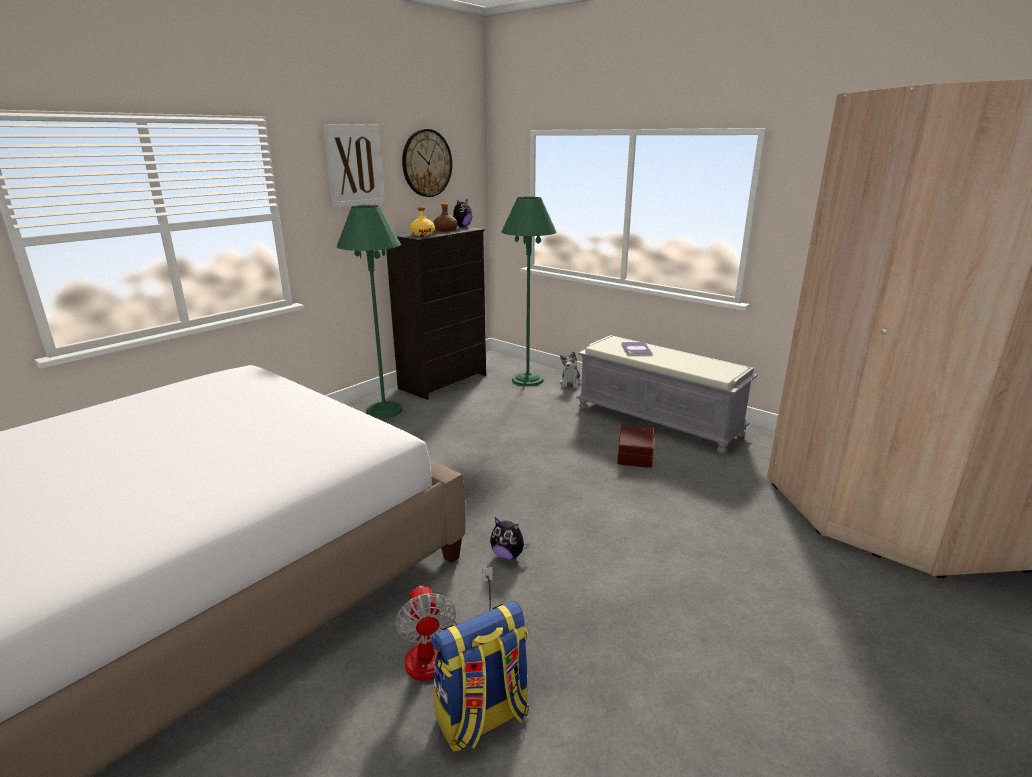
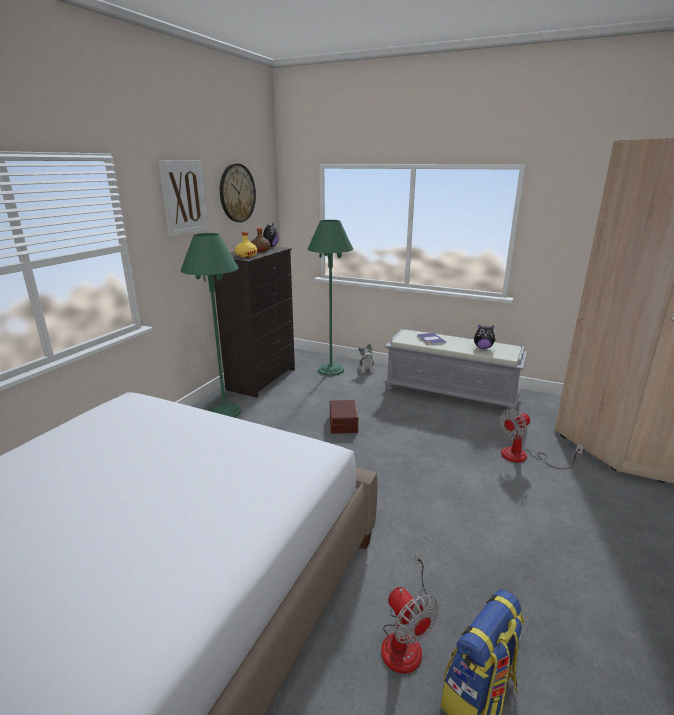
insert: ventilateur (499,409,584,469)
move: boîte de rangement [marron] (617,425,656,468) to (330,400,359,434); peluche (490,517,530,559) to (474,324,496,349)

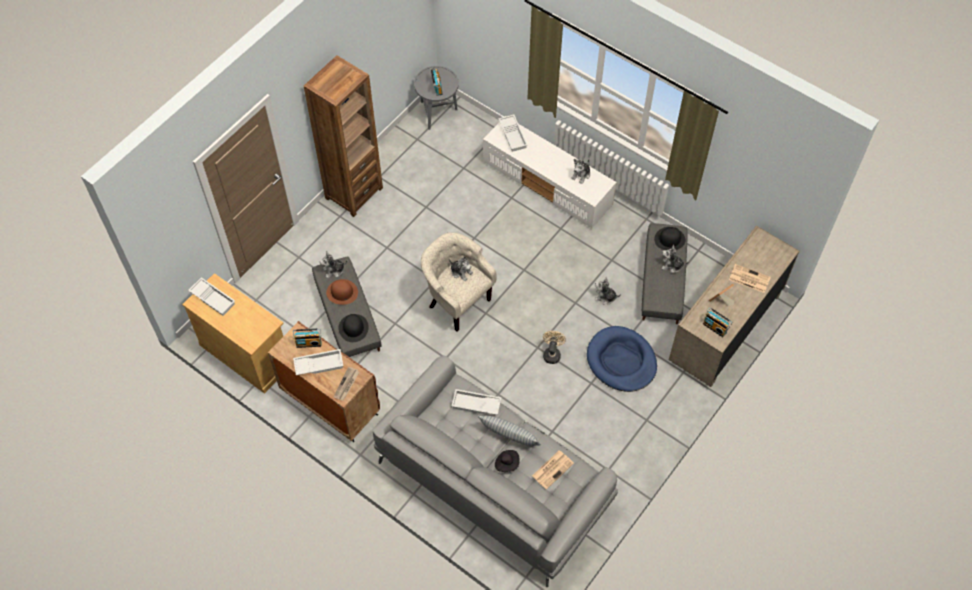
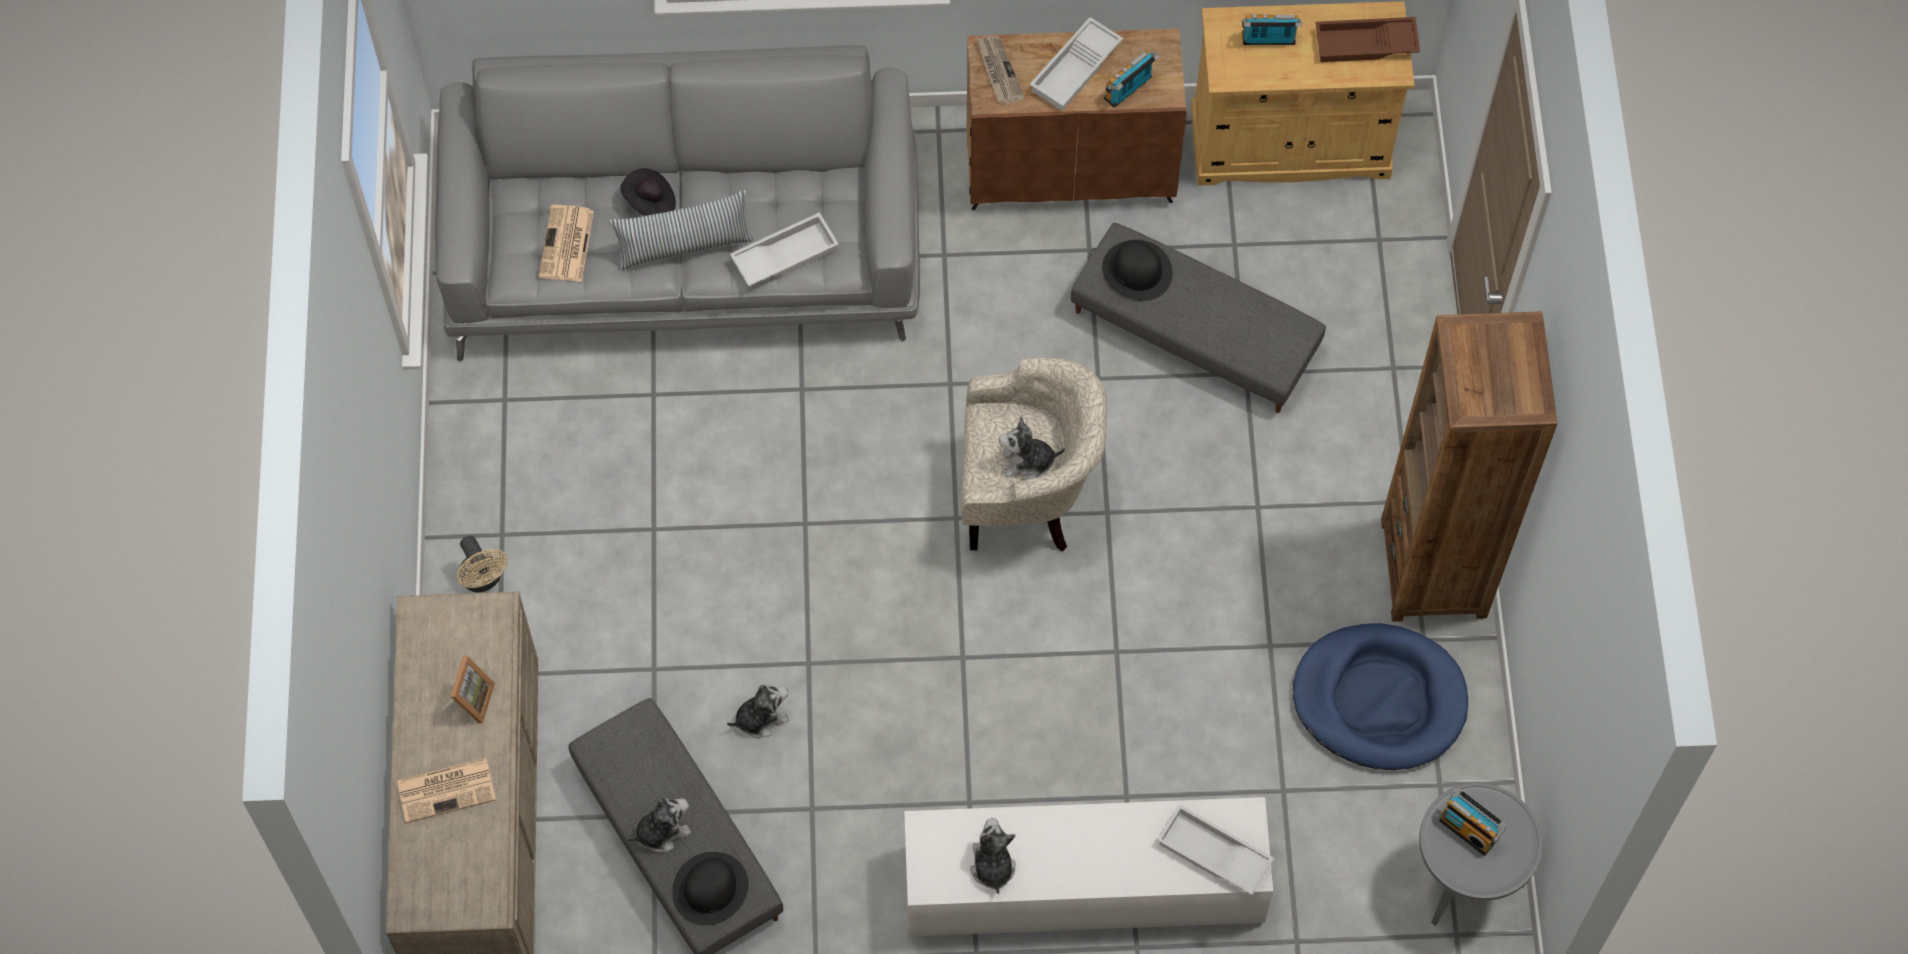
delete: peluche (319,251,347,278); chapeau [marron] (326,279,358,305)
move: radio (703,307,732,337) to (1242,14,1302,45); panier pour chien [bleu] (587,326,657,392) to (1293,623,1468,770); ventilateur [beige] (543,331,566,364) to (457,536,508,592)
recolor: plateau [blanc] (188,277,235,316) to plateau [marron] (1316,17,1420,62)

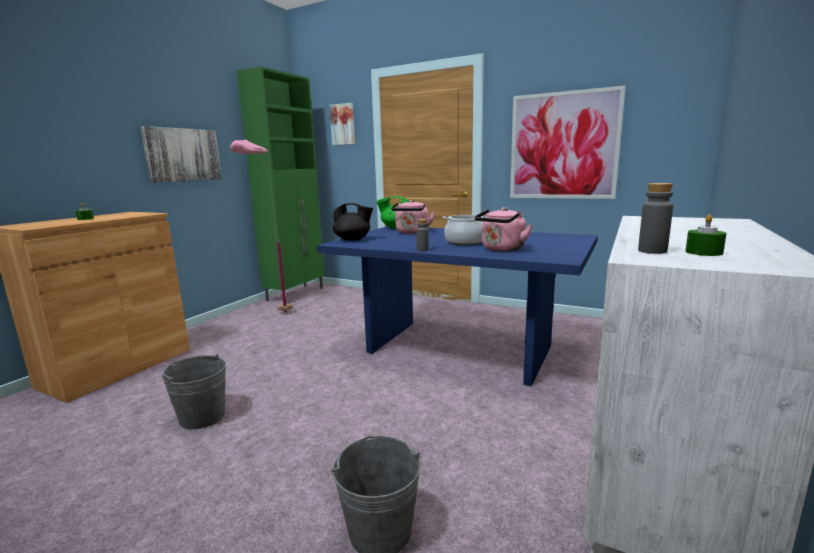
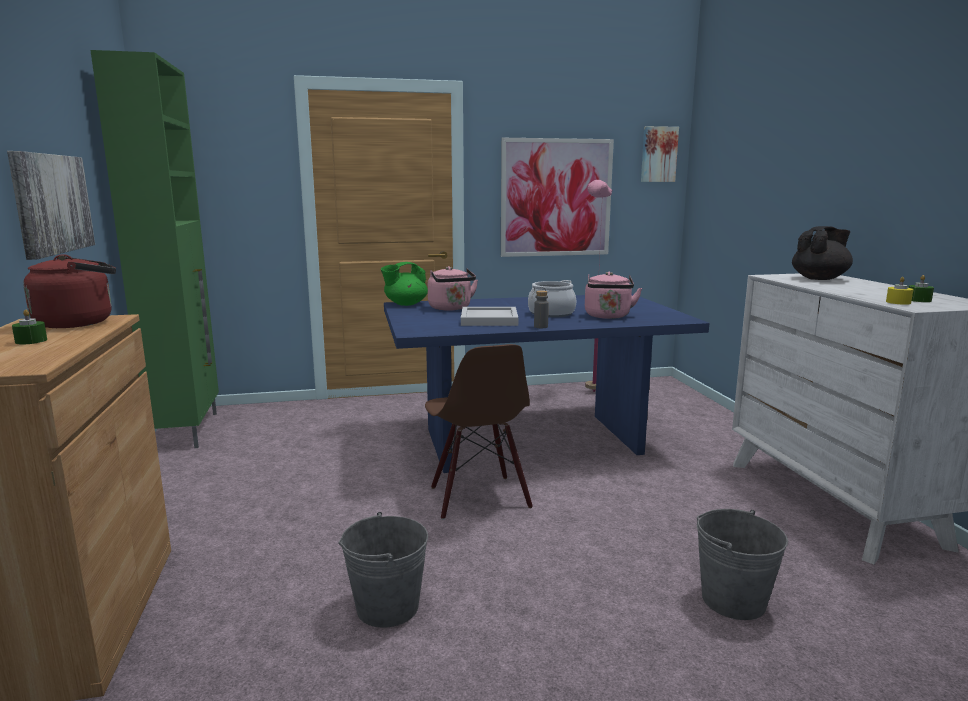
insert: bouilloire [rouge] (23,254,116,328); plateau [blanc] (461,307,518,326); chaise [marron] (425,344,533,520)
move: tableau (329,103,355,145) to (641,126,679,182); lampadaire [rose] (230,140,293,313) to (585,180,612,392); théière [noir] (333,203,373,241) to (792,226,853,280)
replace: bouteille [gris] (638,183,673,254) to bougie [jaune] (886,277,913,305)

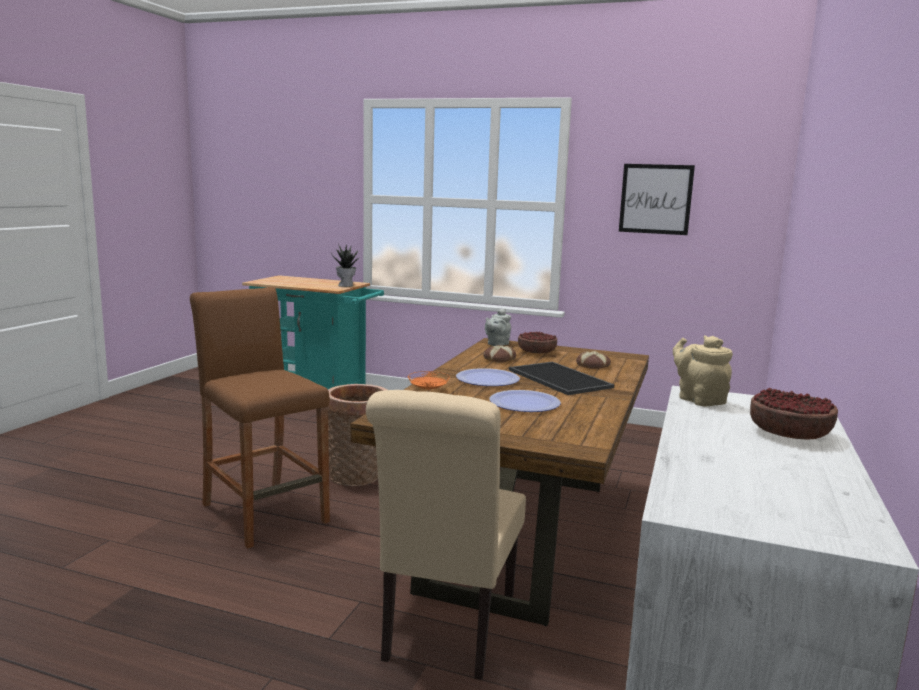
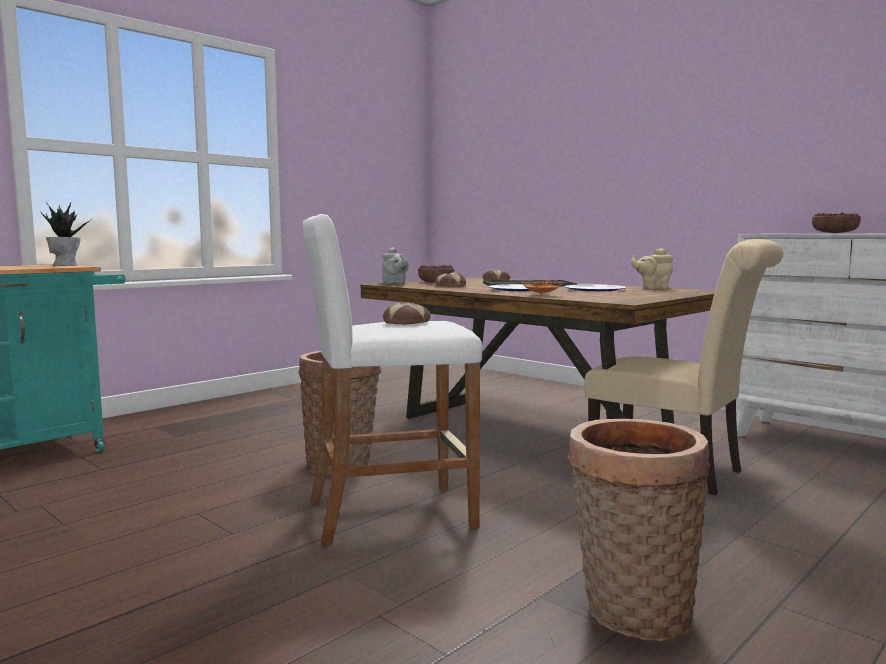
delete: tableau (619,164,695,235)
insert: pain (383,302,431,325); panier (568,419,710,641)
move: théière [beige] (673,336,733,406) to (631,248,673,289)
recolor: tabouret [marron] (190,287,330,548) to tabouret [blanc] (303,214,482,546)

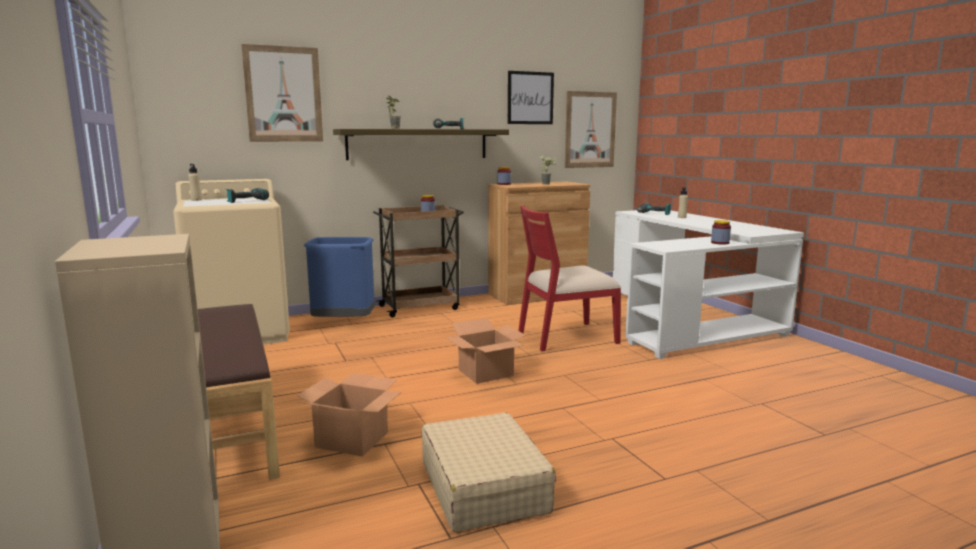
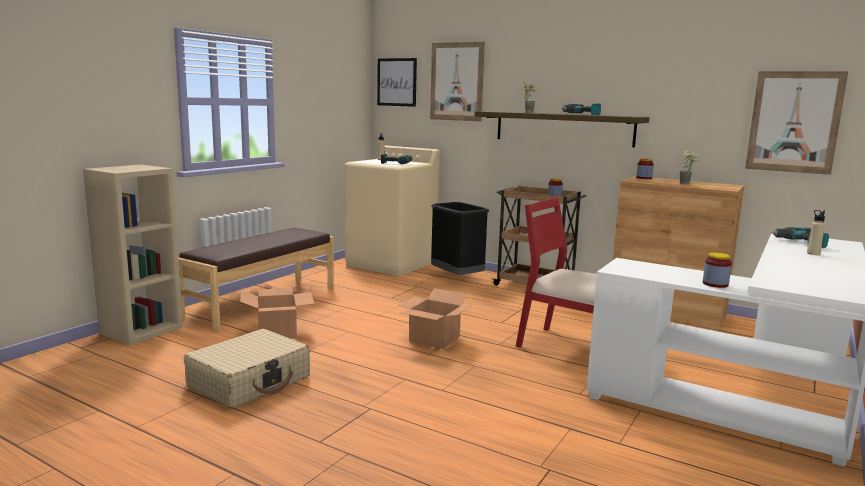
move: tableau (508,71,554,124) to (377,58,417,107)
recolor: poubelle [bleu] (304,237,375,317) to poubelle [noir] (431,202,489,275)

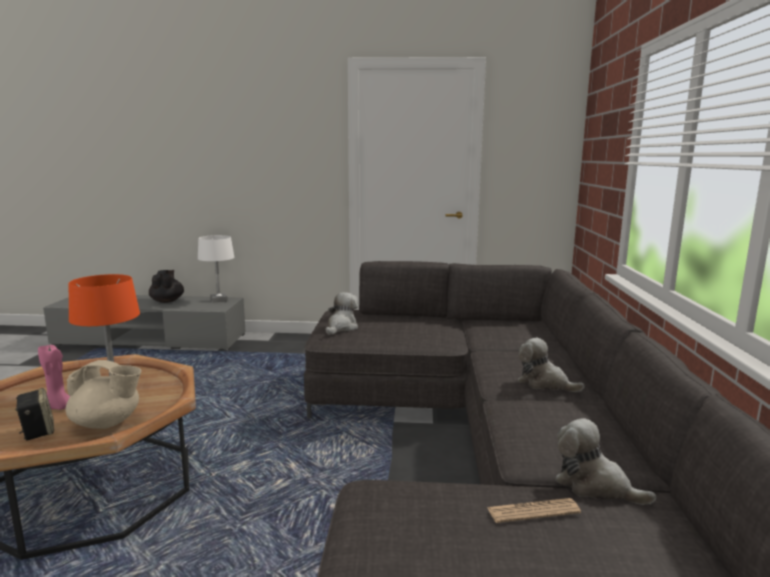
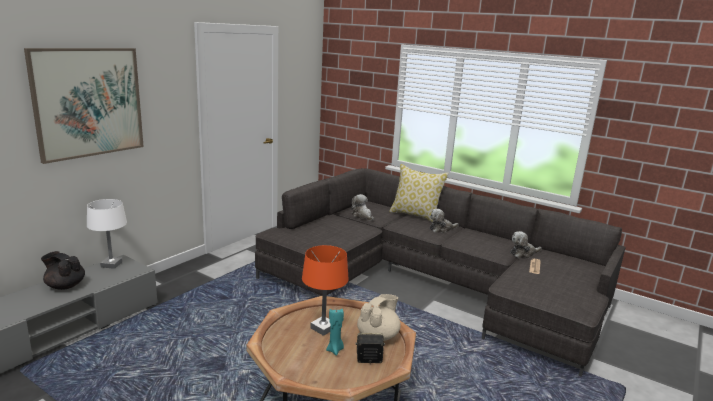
insert: tableau (24,48,144,164); coussin (389,164,449,222)
move: peluche (326,292,358,335) to (351,194,374,221)
recolor: bougie [rose] (38,345,70,410) to bougie [turquoise] (326,309,344,356)

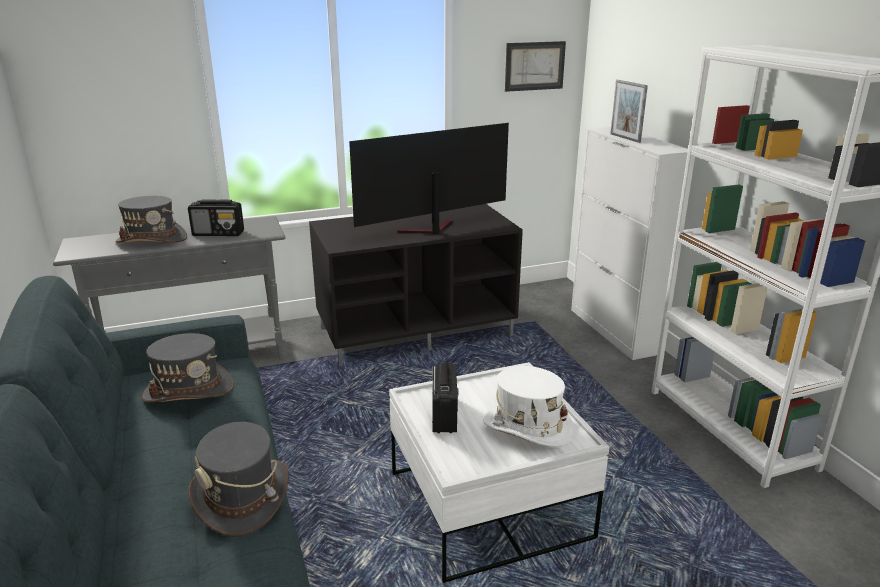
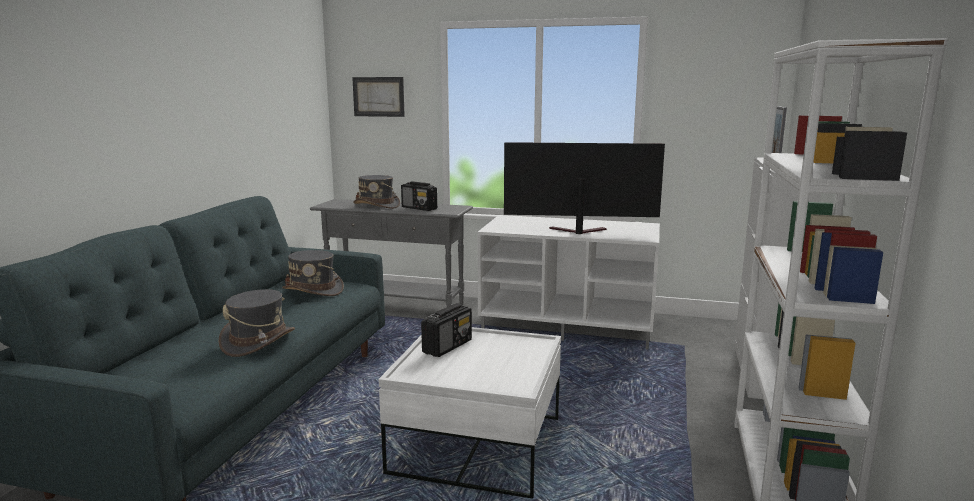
delete: chapeau [blanc] (483,366,574,447)
move: tableau (505,41,566,92) to (352,77,405,117)
recolor: meuble télé [noir] (309,204,523,367) to meuble télé [blanc] (478,215,660,350)

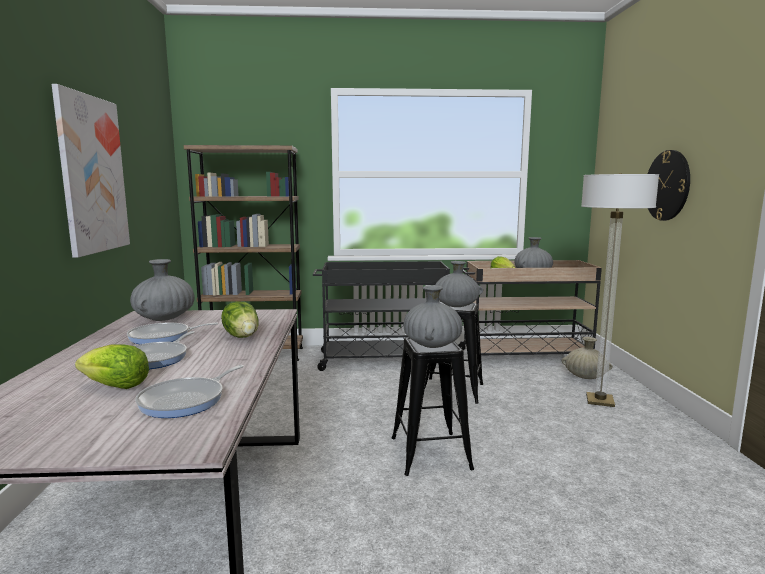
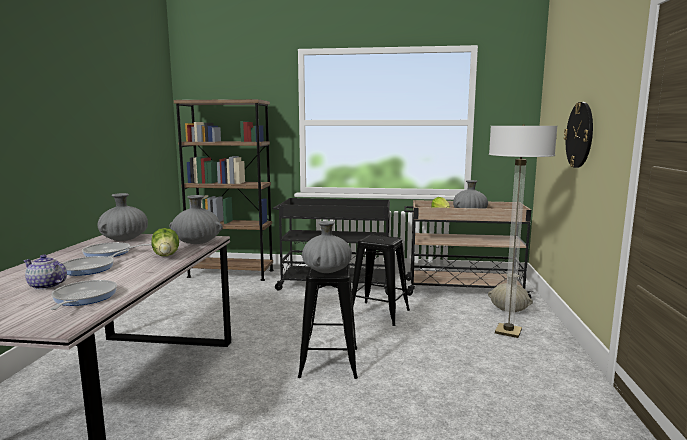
delete: tableau (52,84,130,258)
move: vase [gris] (435,261,483,307) to (169,195,223,244)
replace: laitue (75,344,149,389) to théière (23,255,67,290)
rotate: poêle (135,365,244,418) = (50,280,117,310) 135 degrees clockwise

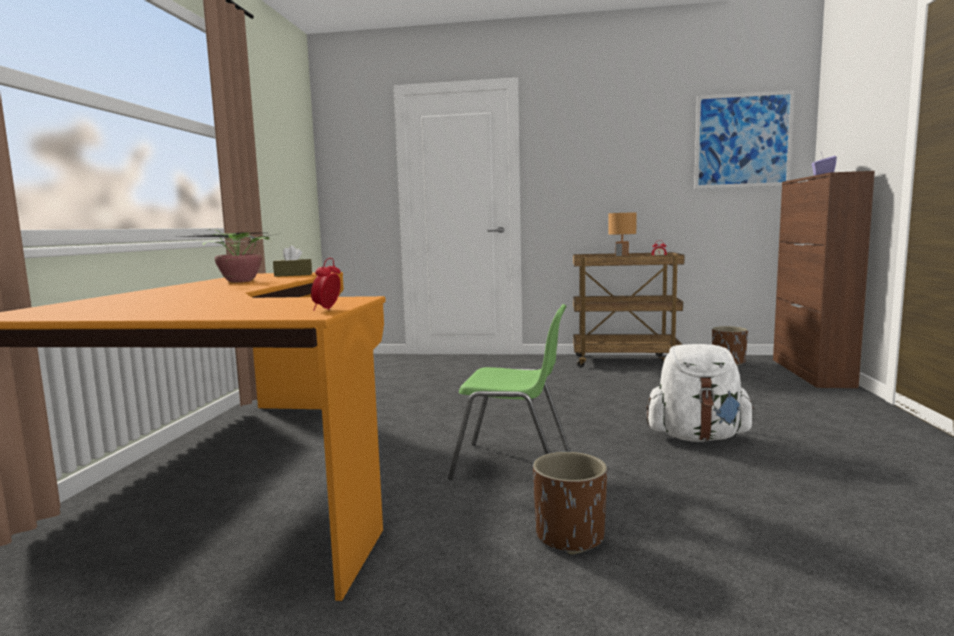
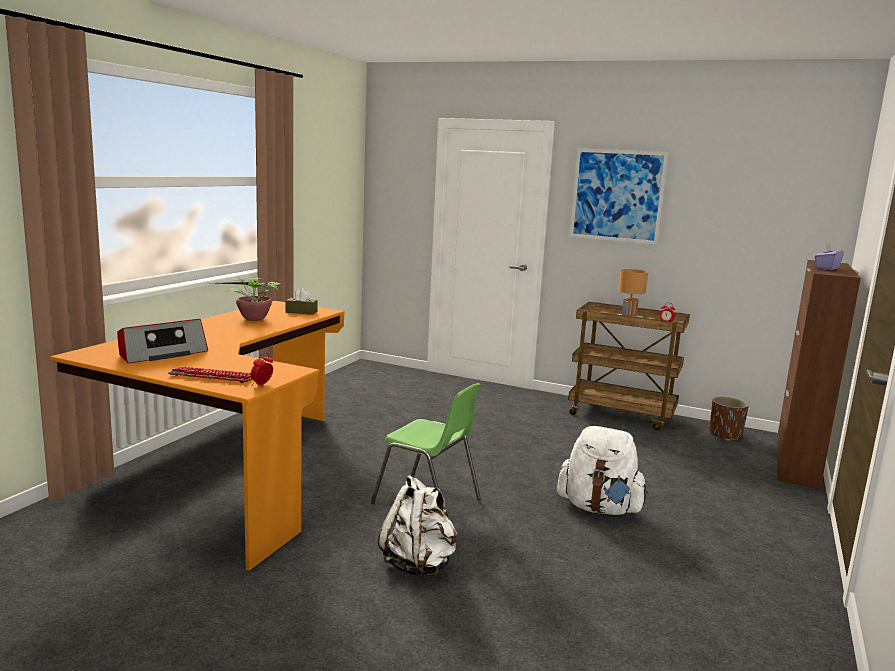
insert: radio (117,319,208,364); clavier (168,366,252,383)
move: tableau (694,90,795,189) to (570,148,669,245)
replace: cache-pot [marron] (533,452,607,555) to sac à dos [blanc] (378,475,457,577)

